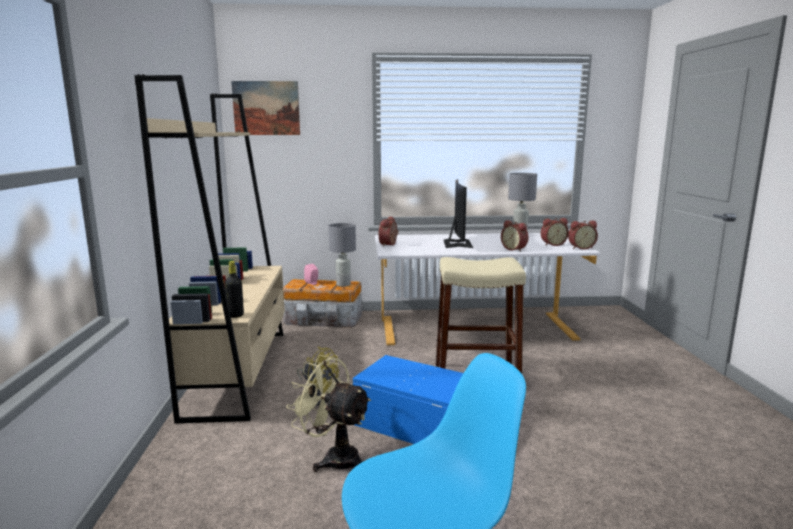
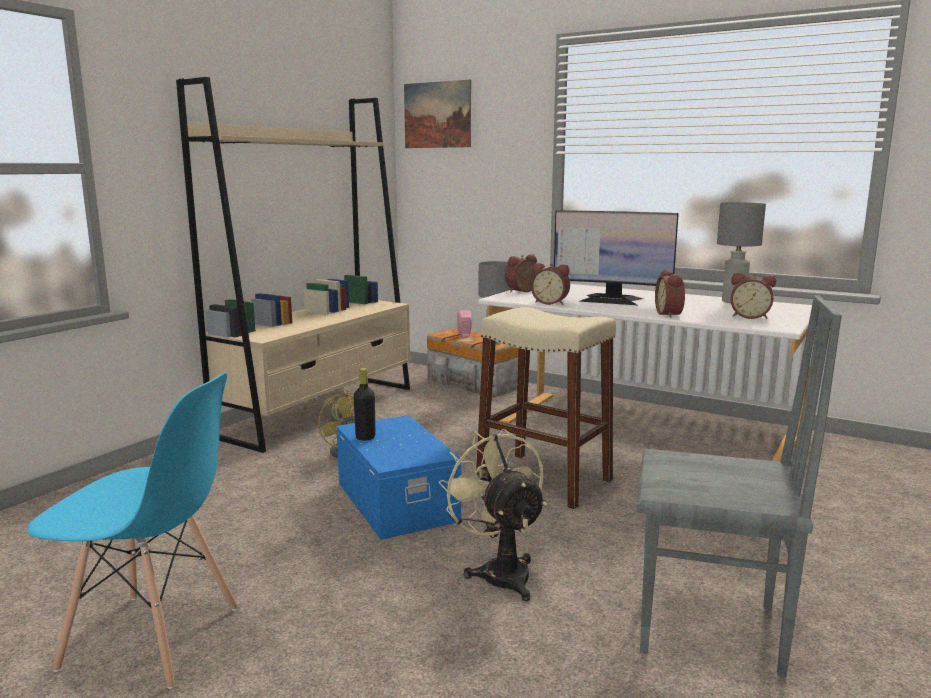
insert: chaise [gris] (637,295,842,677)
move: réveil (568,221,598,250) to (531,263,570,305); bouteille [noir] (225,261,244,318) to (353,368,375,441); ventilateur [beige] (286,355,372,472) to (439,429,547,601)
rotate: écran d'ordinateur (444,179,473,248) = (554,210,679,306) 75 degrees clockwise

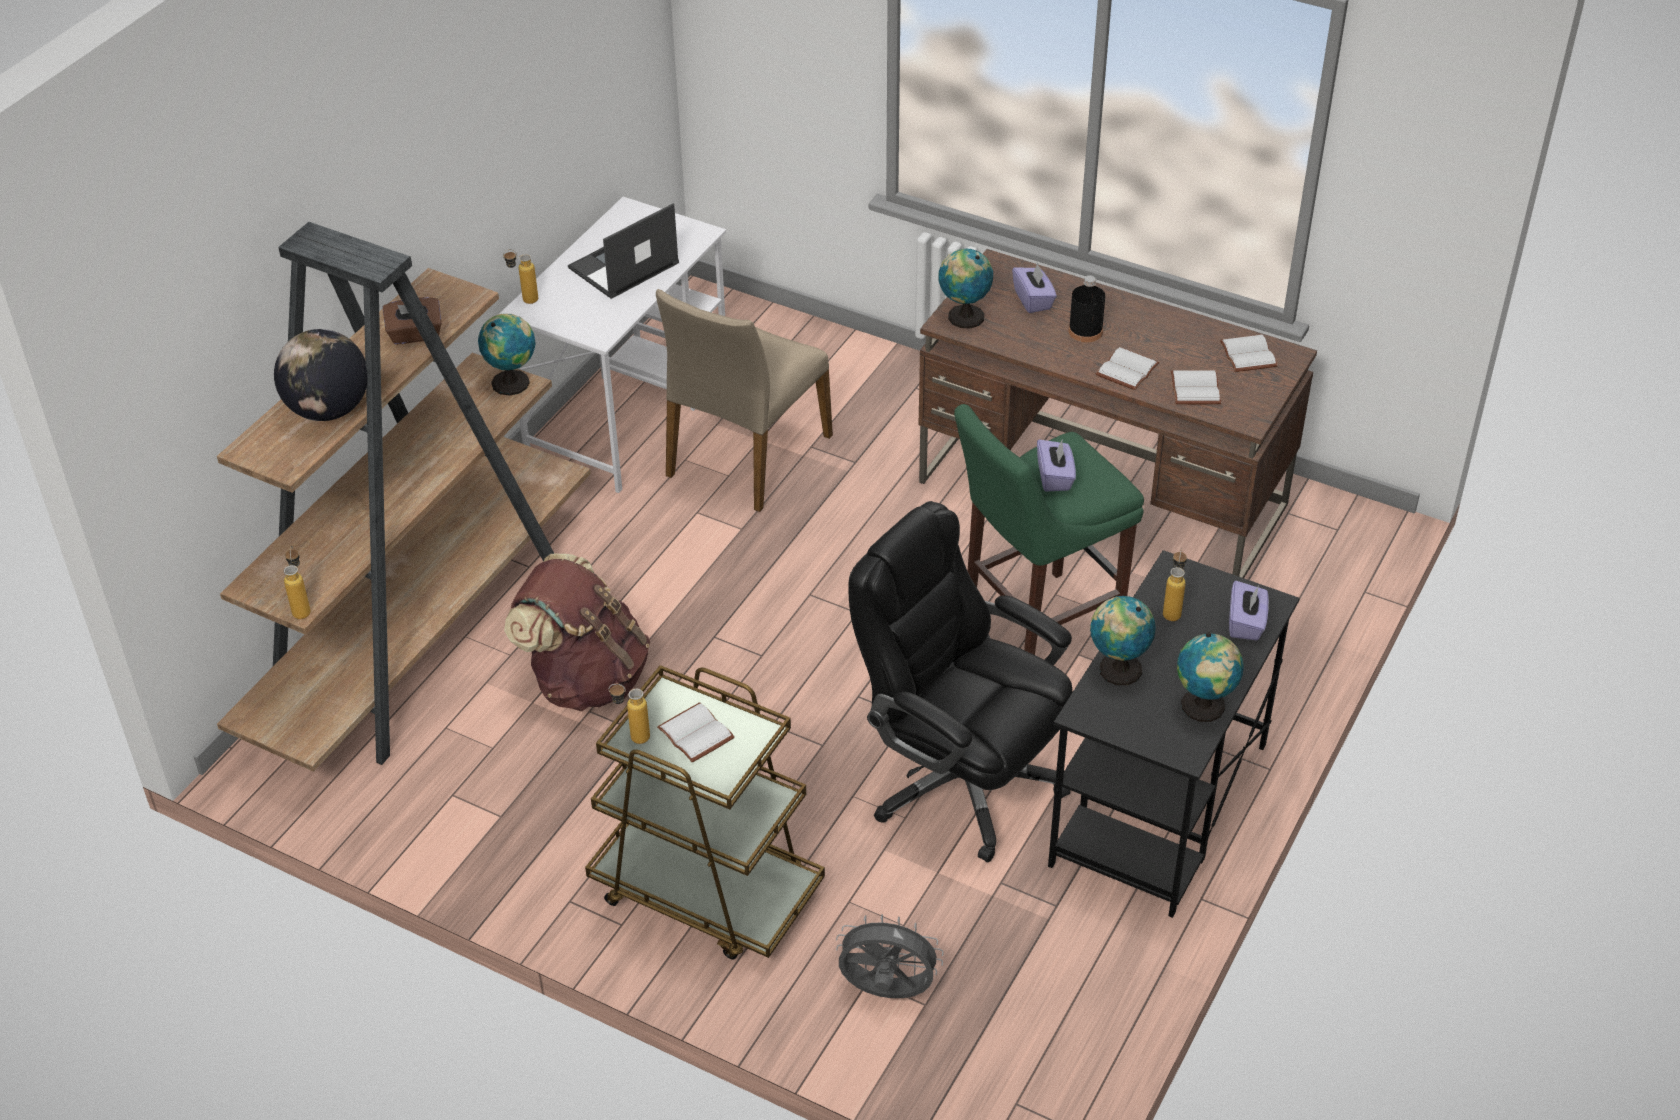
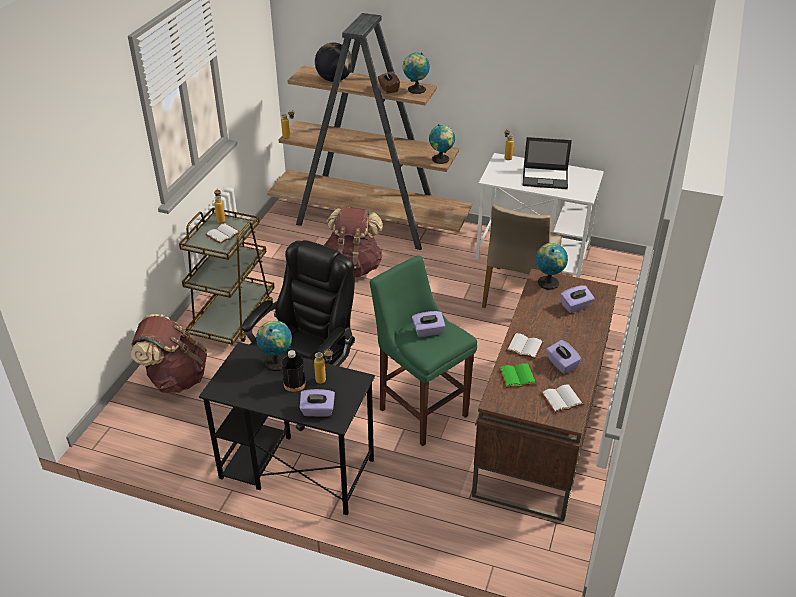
insert: boîte à mouchoirs [violet] (546,340,581,374)
move: bouteille [noir] (1069,276,1105,342) to (282,350,306,392); globe (1177,633,1244,722) to (403,52,430,94)
replace: ventilateur [gris] (836,914,944,998) to sac à dos [marron] (131,314,207,393)
recolor: livre [blanc] (1171,370,1221,404) to livre [vert] (499,363,537,388)
rotate: ordinateur portable (568,203,679,299) = (523,137,572,189) 150 degrees clockwise; chaise [beige] (656,289,833,512) = (482,205,562,308) 90 degrees counterclockwise

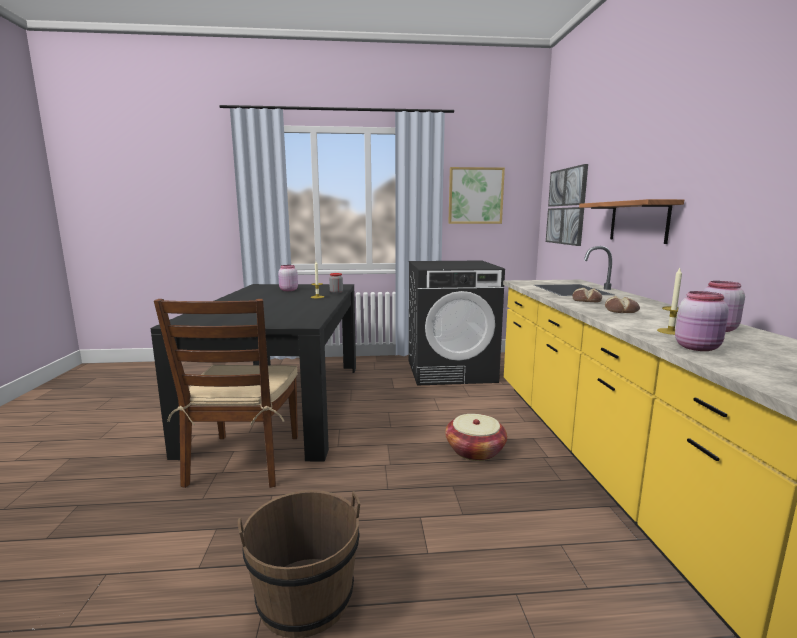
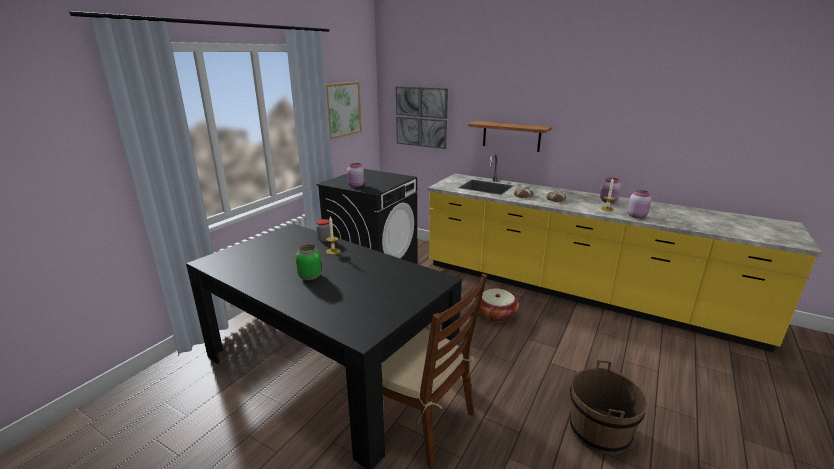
insert: bocal [vert] (296,244,322,280)
move: bocal [rose] (278,265,298,291) to (347,163,364,187)

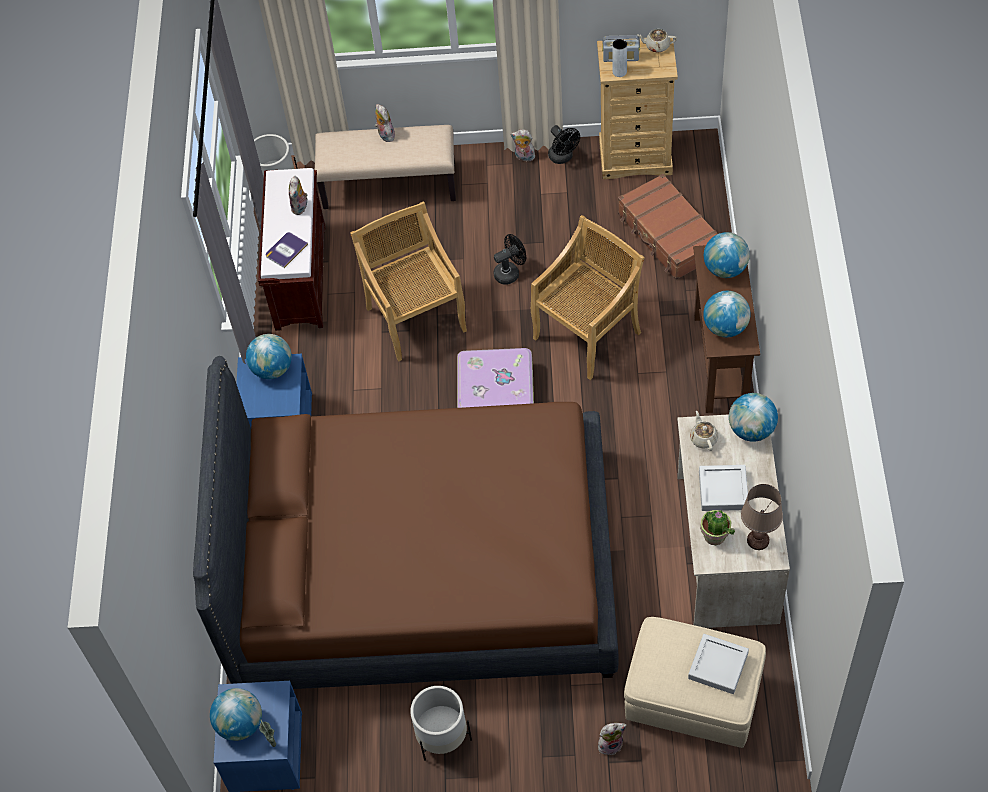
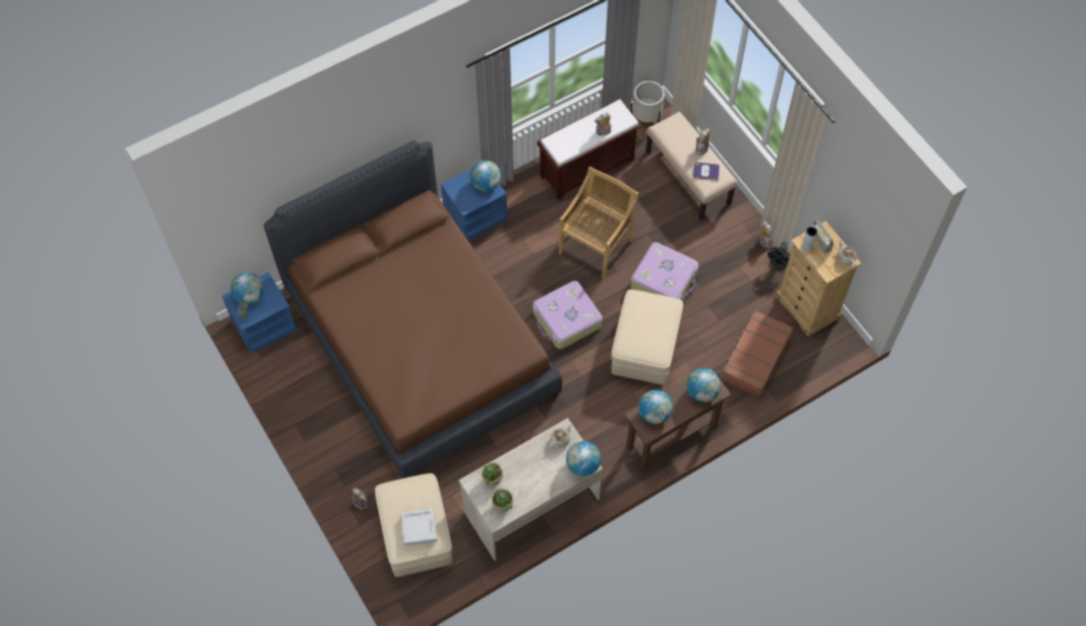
delete: plateau [gris] (699,465,749,511); cache-pot [blanc] (410,686,472,760)
move: livre (266,232,308,268) to (693,162,720,181)
replace: chaise [beige] (531,215,645,380) to pouf [beige] (611,289,683,385); ventilateur [noir] (493,234,526,285) to valise (630,242,699,300); lampe de table [marron] (741,484,783,550) to plante en pot (492,488,513,512)

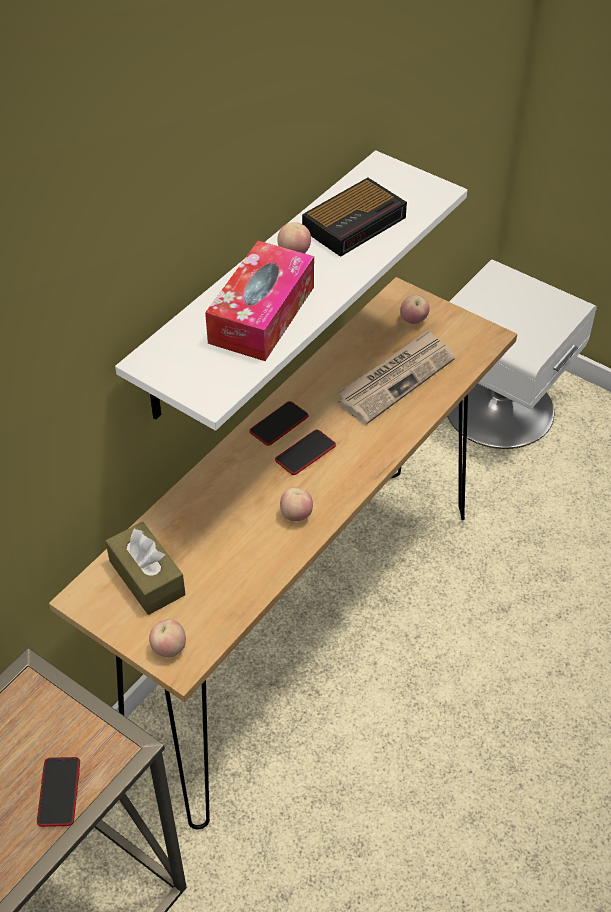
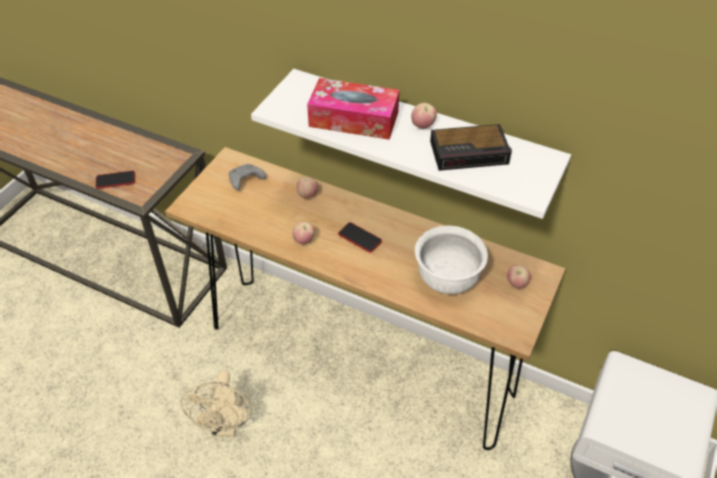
delete: téléphone (249,401,309,446)
insert: ventilateur [beige] (181,370,252,437)
move: pomme (149,619,186,657) to (297,177,318,198)
replace: journal (336,329,455,425) to bol [blanc] (415,226,488,294); boîte à mouchoirs [marron] (106,522,185,615) to manette [gris] (229,164,266,190)
rotate: réveil (302,178,407,257) = (430,124,512,171) 45 degrees counterclockwise

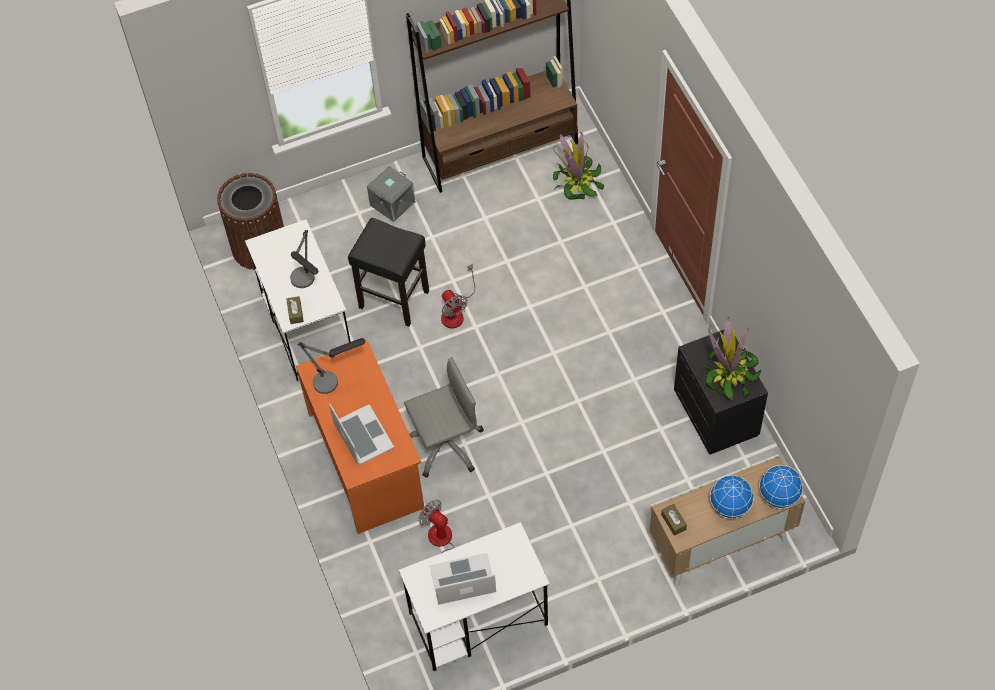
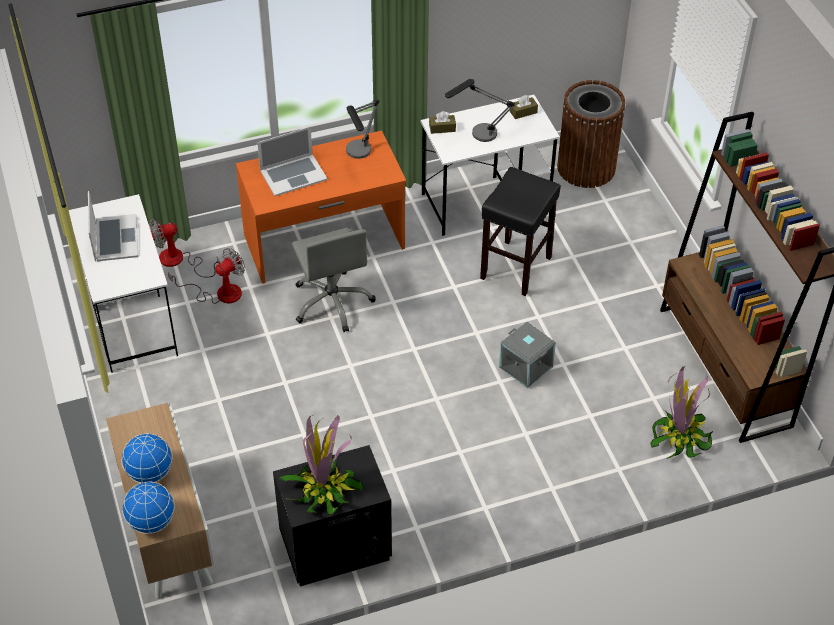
move: boîte de rangement [gris] (367,166,415,222) to (499,322,556,388); ventilateur (441,264,475,329) to (149,219,220,278); boîte à mouchoirs [marron] (661,504,687,536) to (510,95,538,119)

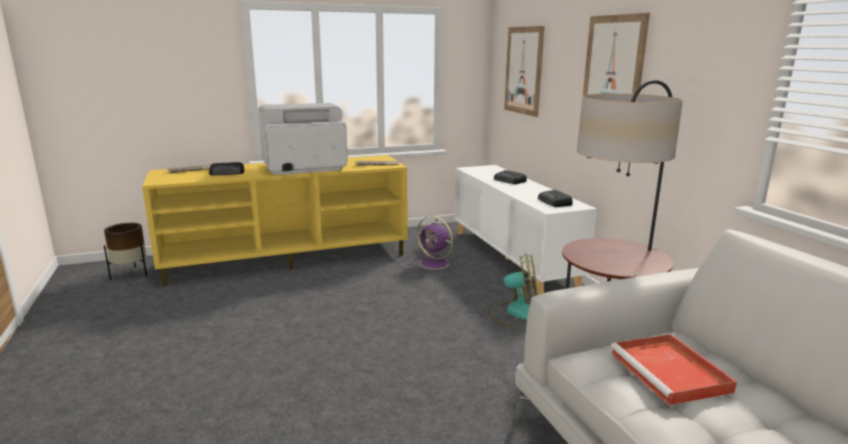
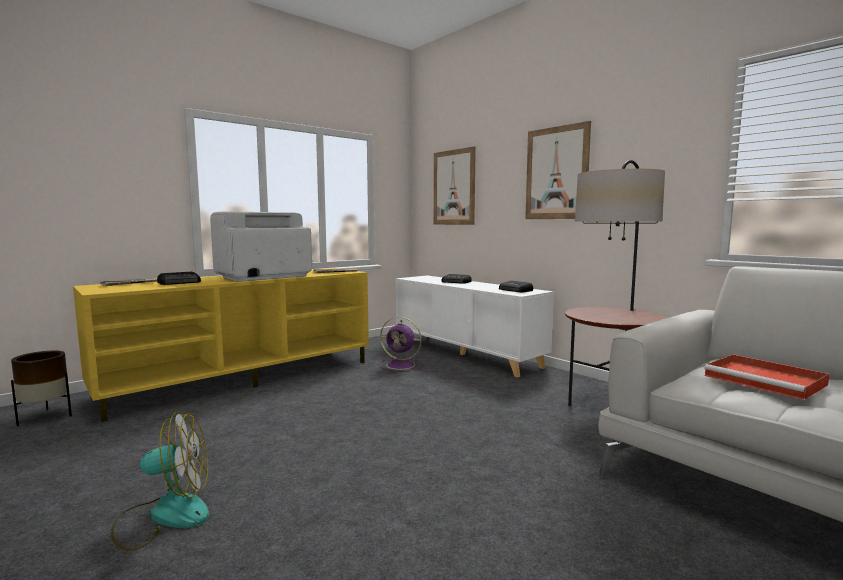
move: ventilateur (488,252,538,326) to (111,411,209,551)

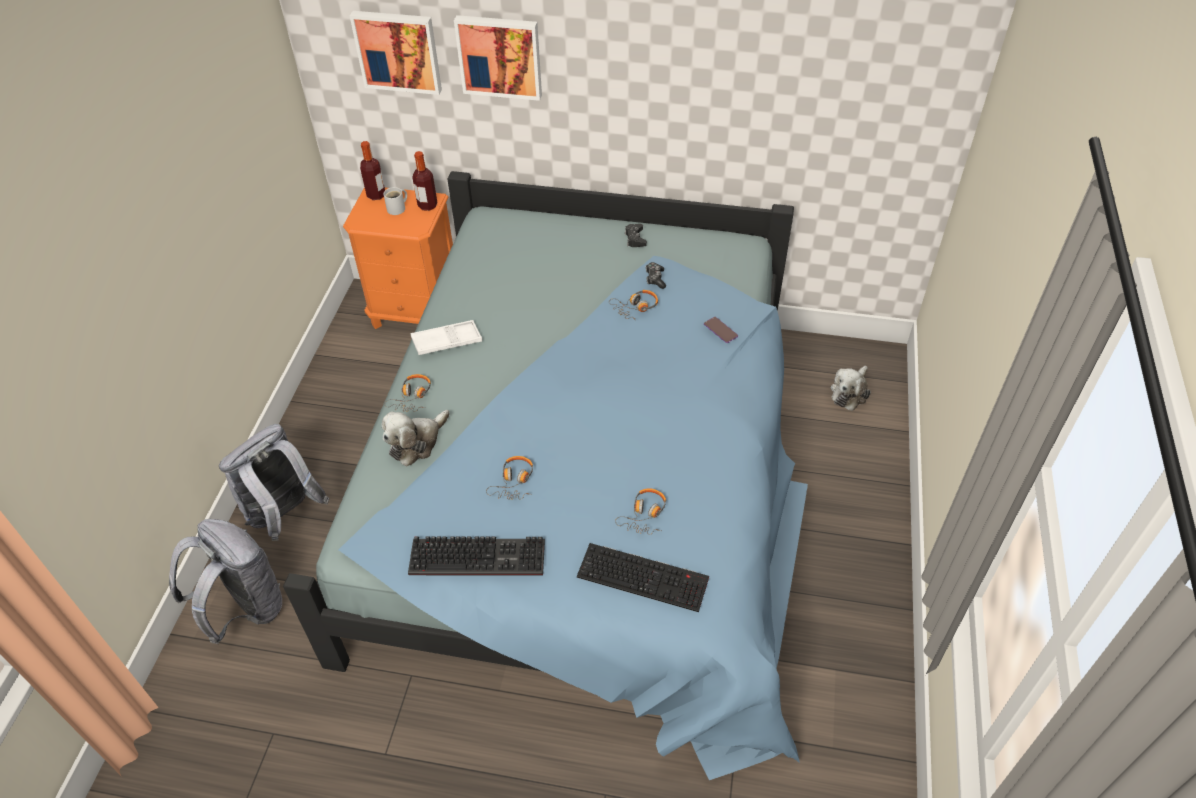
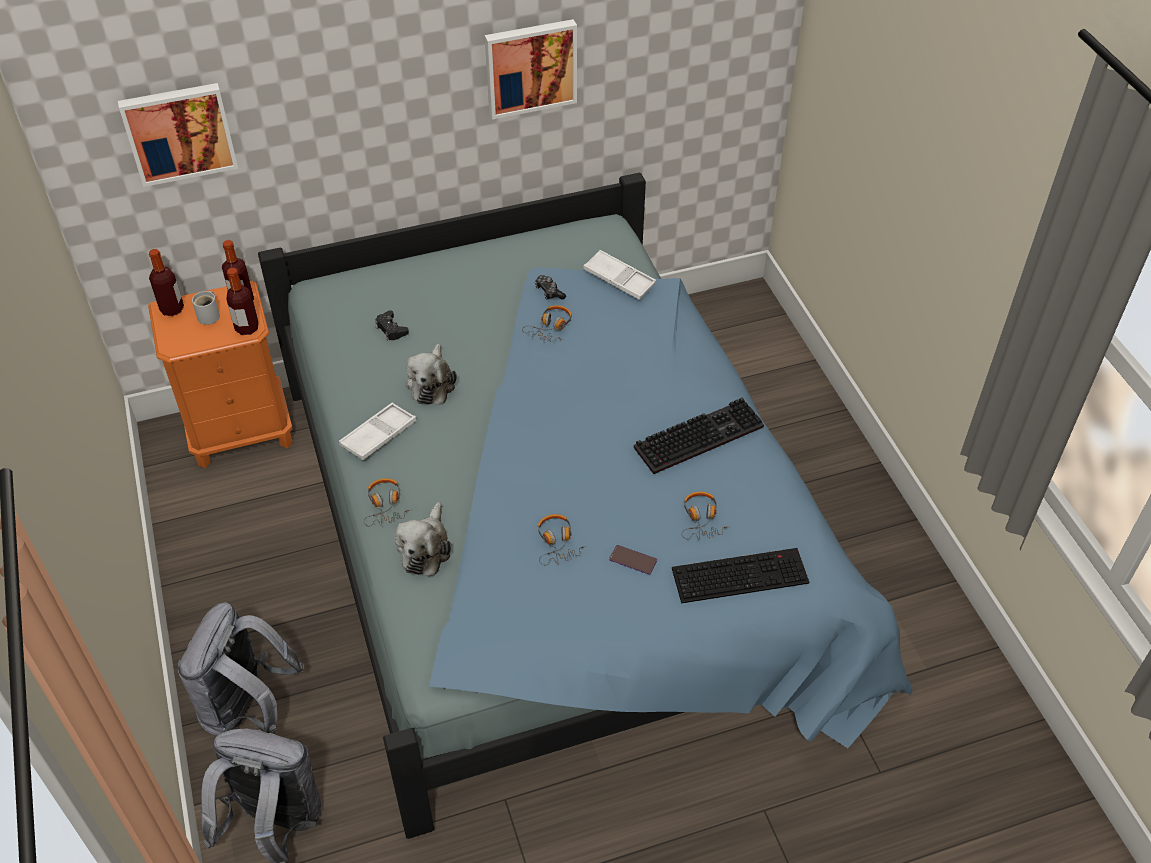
insert: plateau [blanc] (583,250,656,300); bouteille (226,268,259,335)
move: tableau (454,15,542,101) to (485,19,577,120); manette [noir] (625,224,647,247) to (375,310,409,341); téléphone (704,317,738,343) to (609,545,657,574); peluche (831,366,871,411) to (406,344,457,405); clavier (408,537,545,576) to (634,397,764,474)

